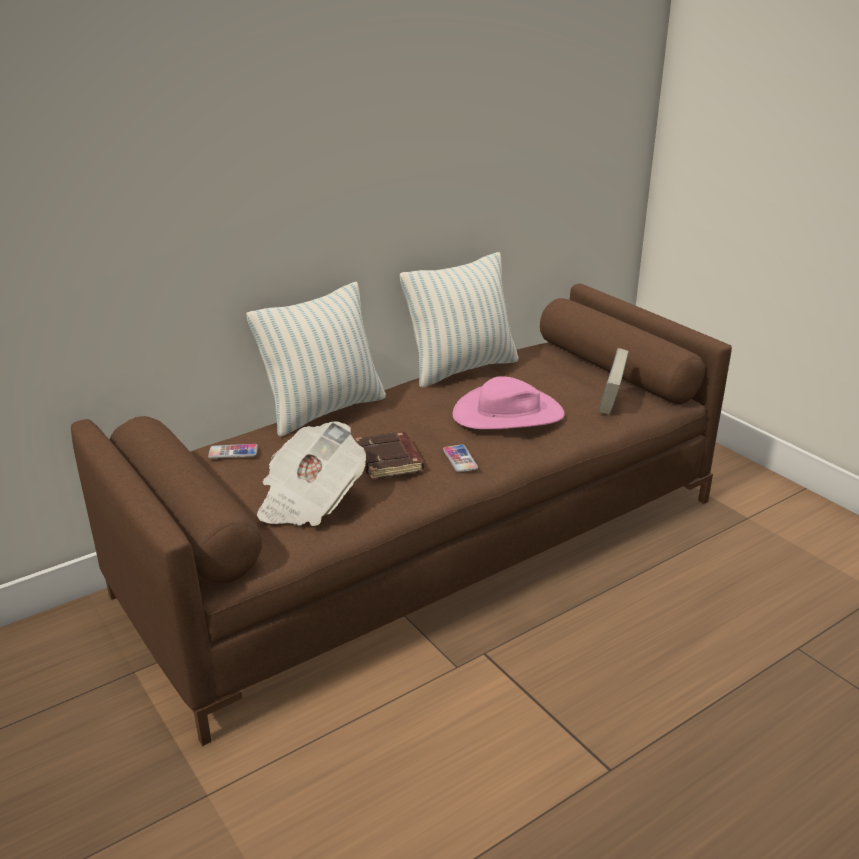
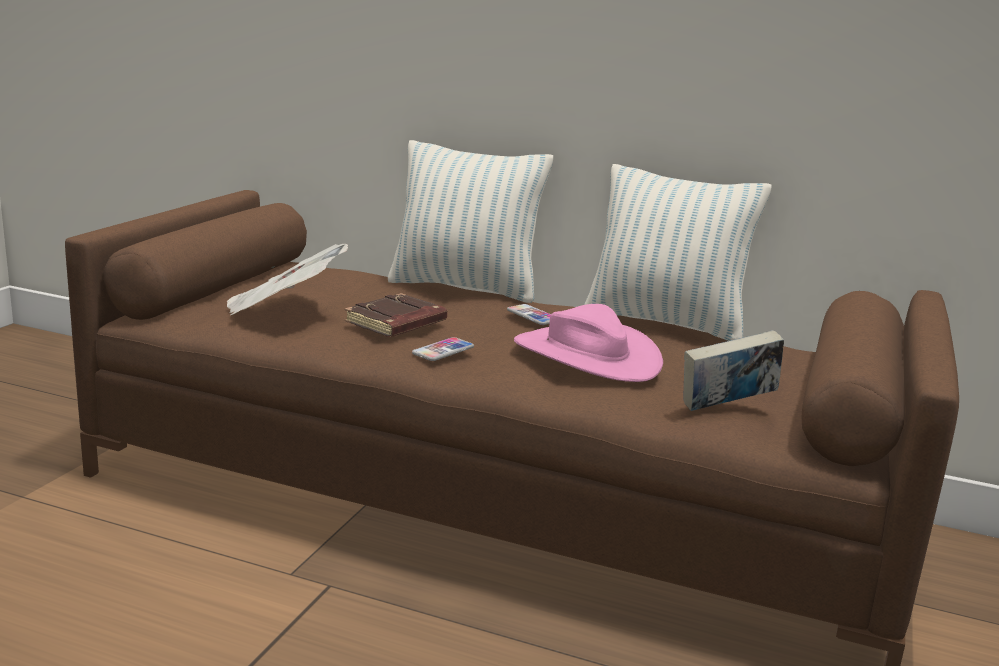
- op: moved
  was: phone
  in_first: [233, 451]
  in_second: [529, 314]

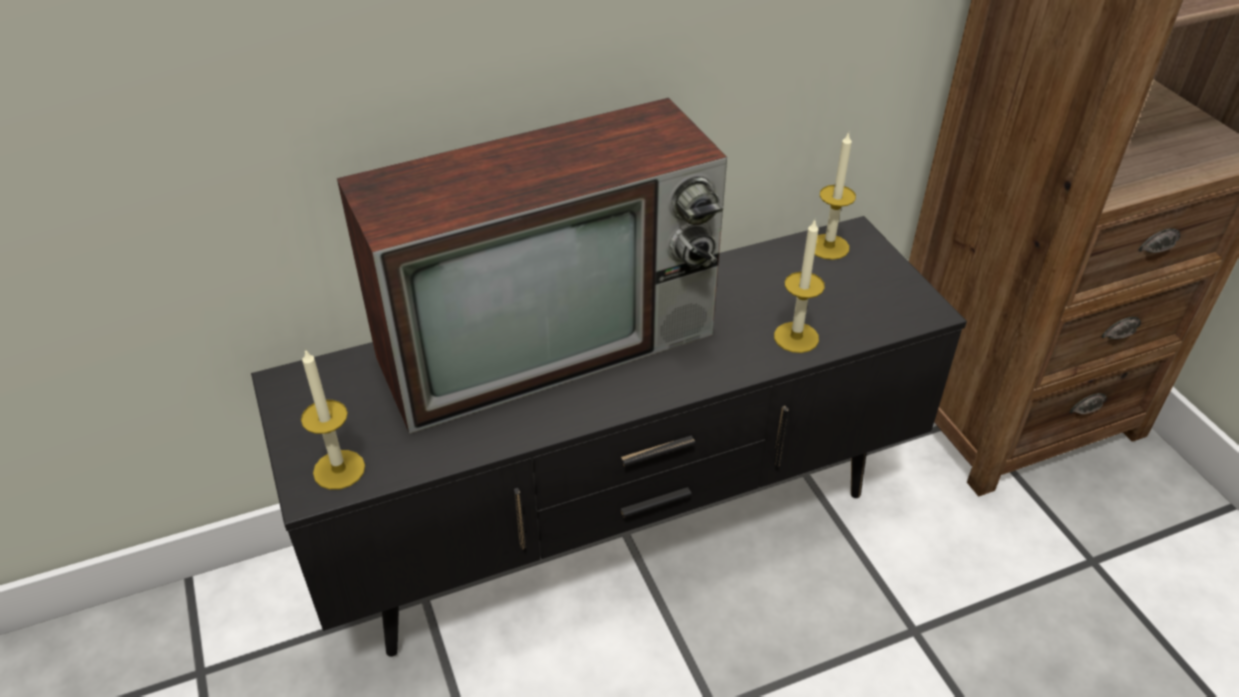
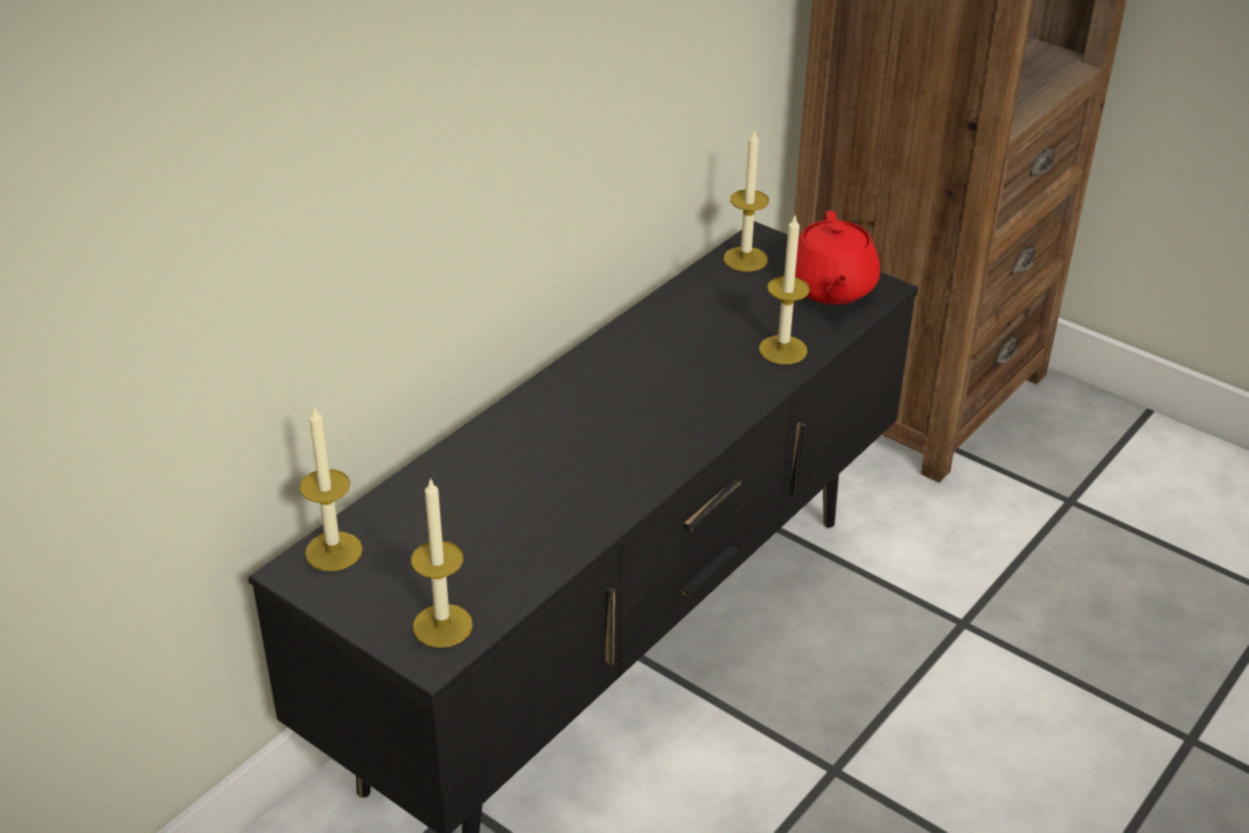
- op: removed
  was: television
  in_first: [532, 266]
- op: added
  now: candle
  in_second: [331, 488]
- op: added
  now: red teapot
  in_second: [837, 257]

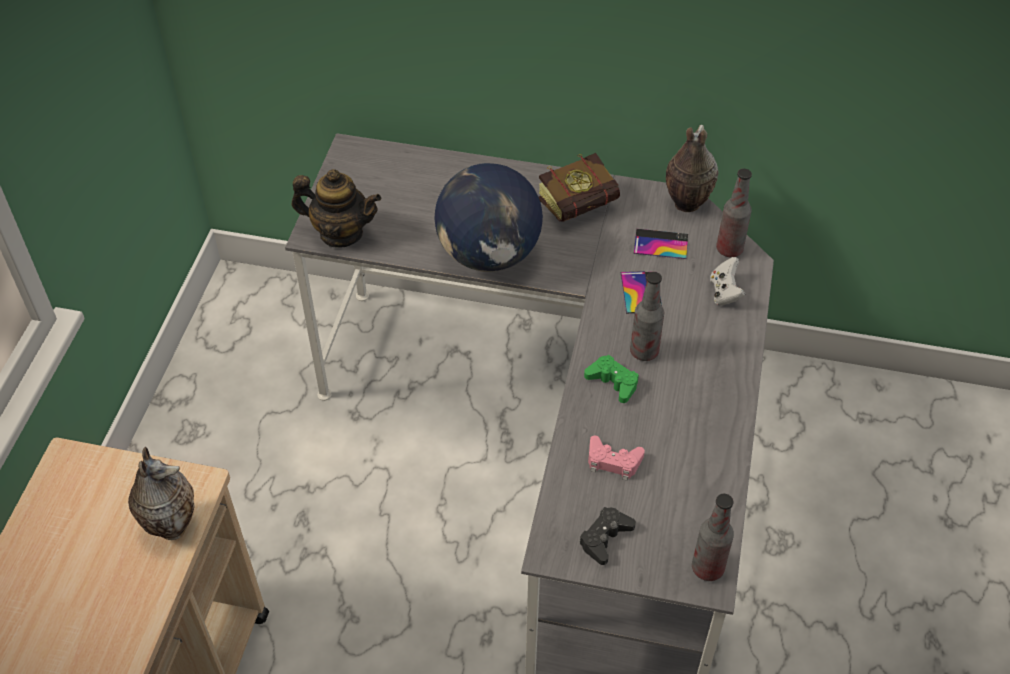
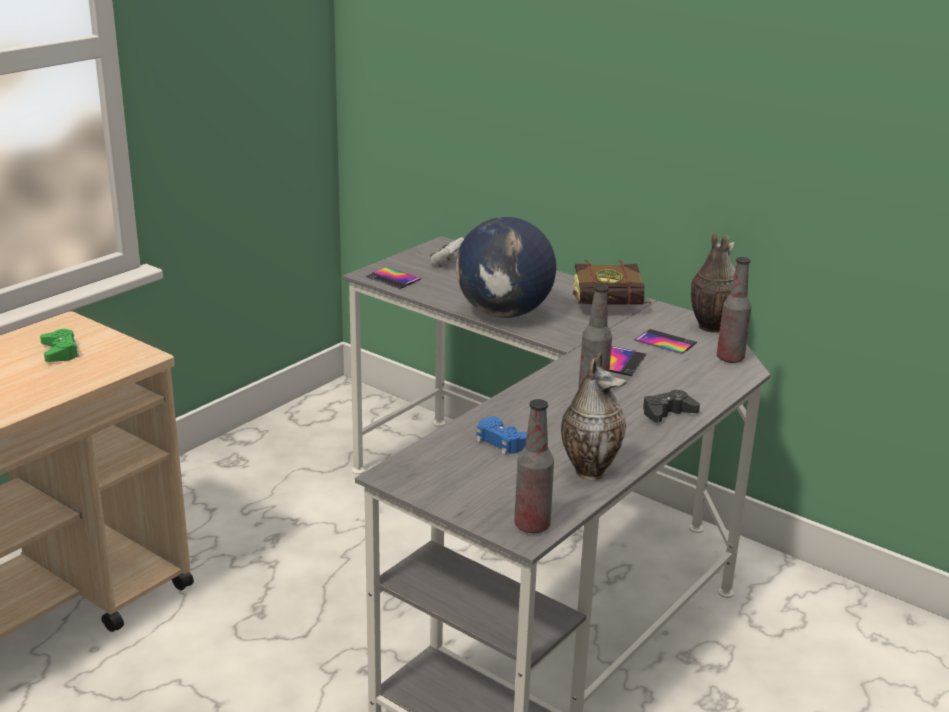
- op: moved
  was: vase
  in_first: [161, 493]
  in_second: [594, 416]
- op: moved
  was: black game controller
  in_first: [607, 536]
  in_second: [671, 406]
- op: moved
  was: green game controller
  in_first: [611, 379]
  in_second: [60, 345]
- op: moved
  was: white game controller
  in_first: [728, 281]
  in_second: [447, 252]
- op: replaced
  was: teapot
  now: phone
  in_first: [336, 208]
  in_second: [393, 278]
- op: recoloured
  was: pink game controller
  now: blue game controller
  in_first: [616, 458]
  in_second: [501, 435]

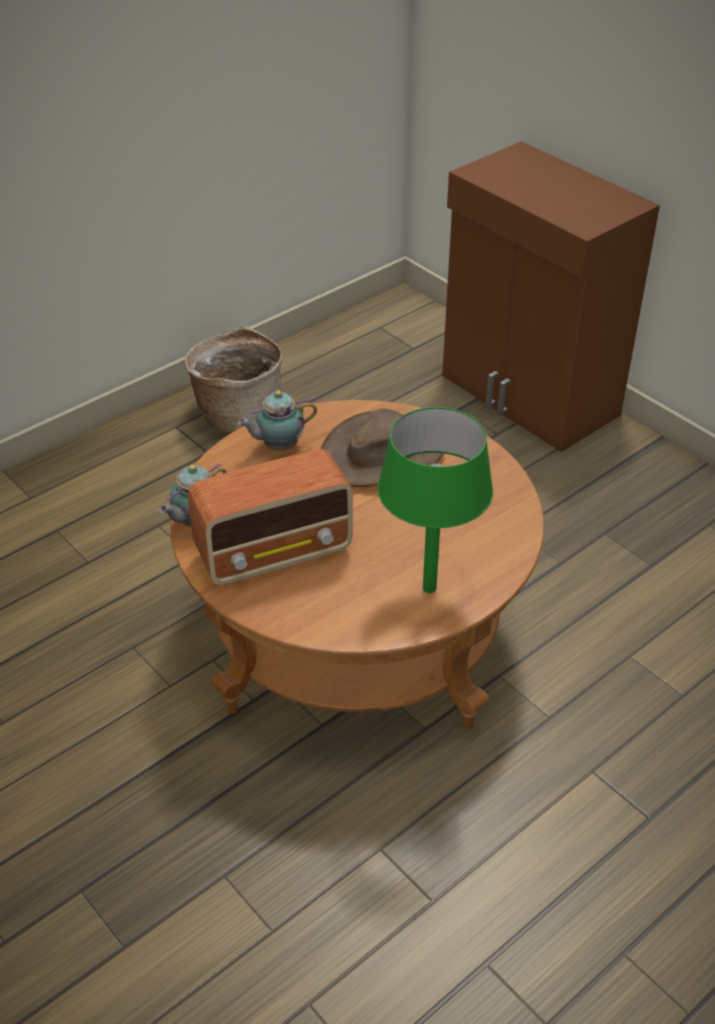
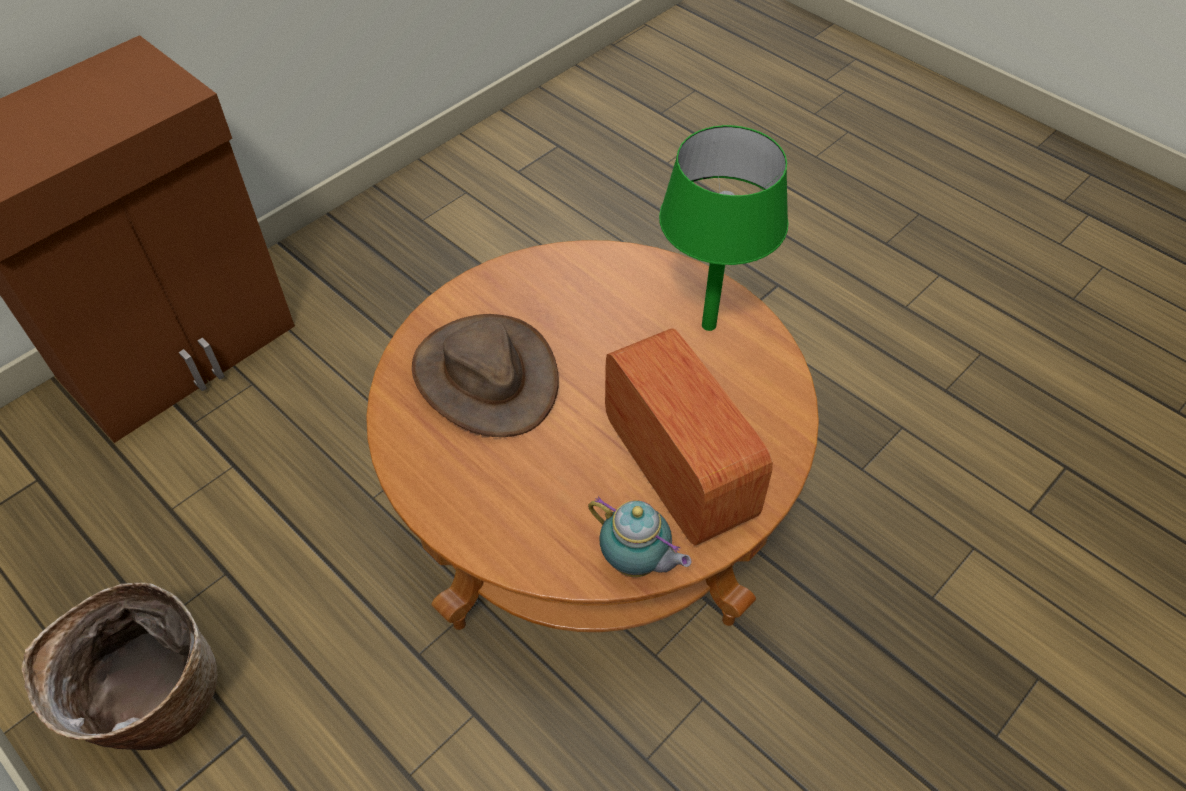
- op: removed
  was: teapot
  in_first: [277, 420]

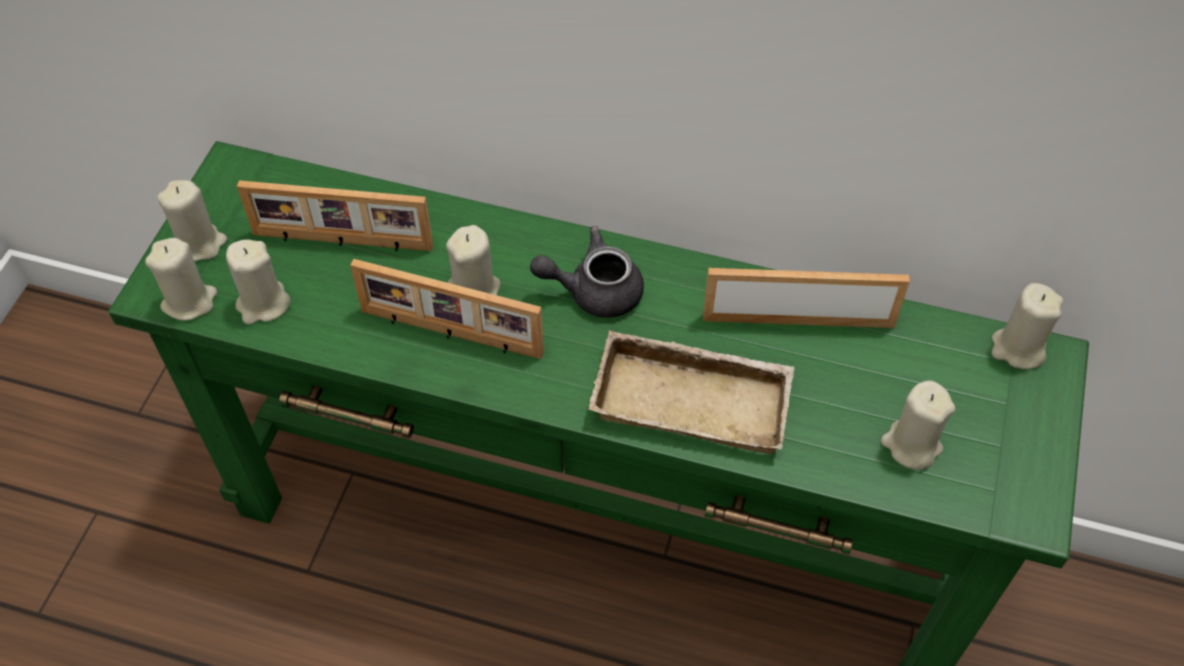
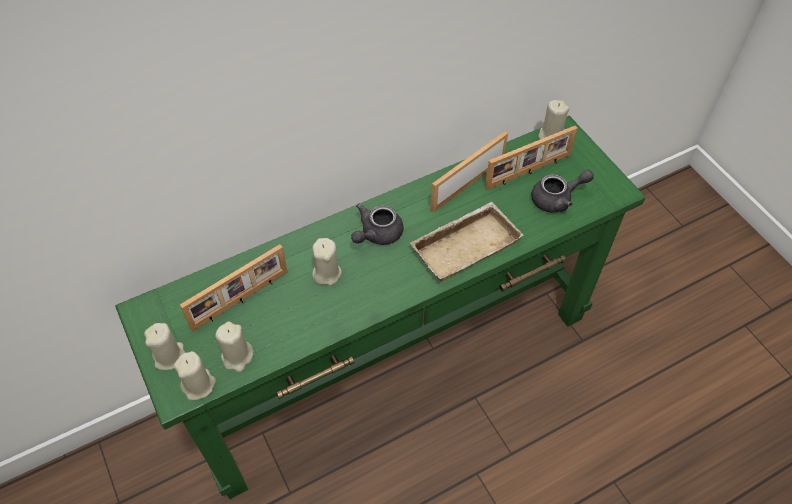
- op: moved
  was: picture frame
  in_first: [447, 309]
  in_second: [531, 158]
- op: replaced
  was: beige candle
  now: grey teapot
  in_first: [918, 425]
  in_second: [562, 191]

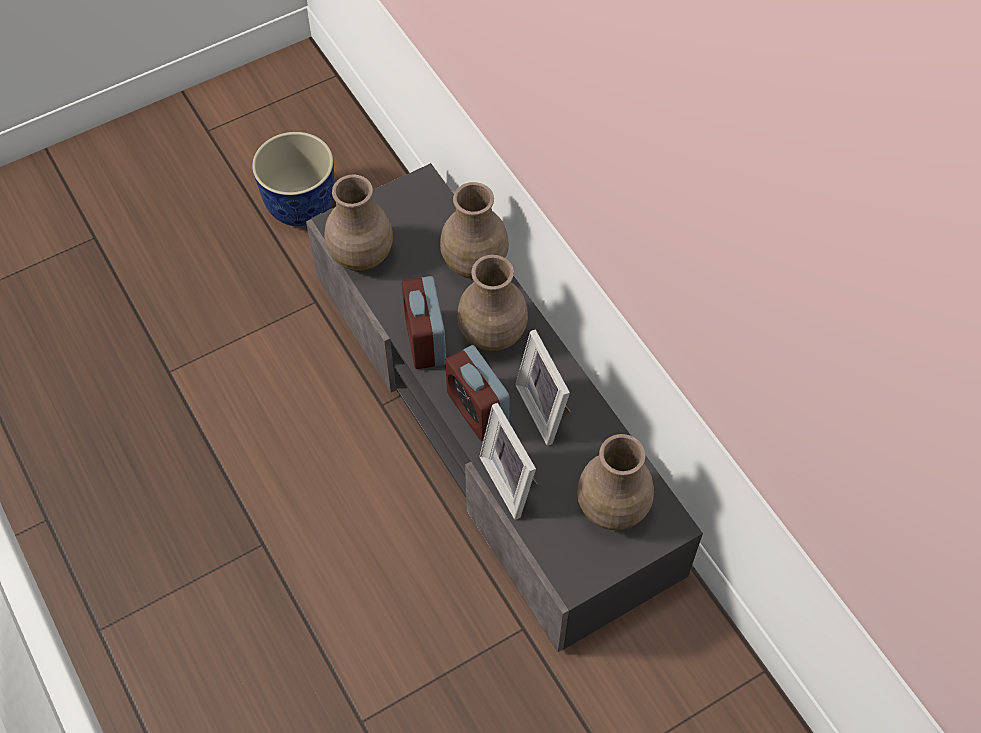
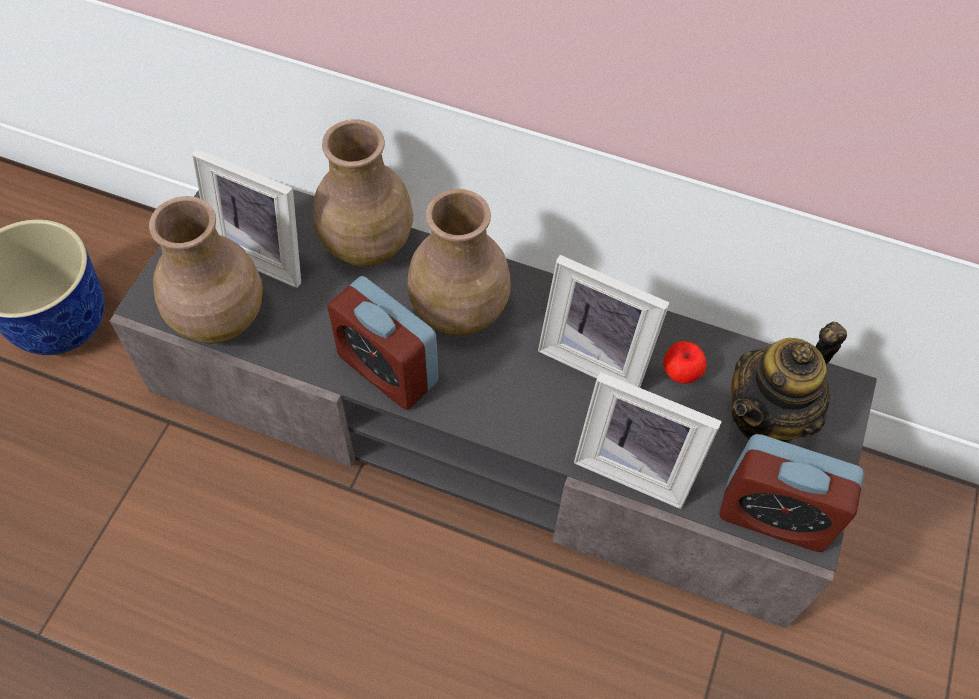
- op: added
  now: picture frame
  in_second: [246, 218]
- op: added
  now: apple
  in_second: [685, 362]
- op: moved
  was: alarm clock
  in_first: [477, 393]
  in_second: [791, 493]
- op: replaced
  was: brown vase
  now: teapot
  in_first: [615, 482]
  in_second: [788, 382]

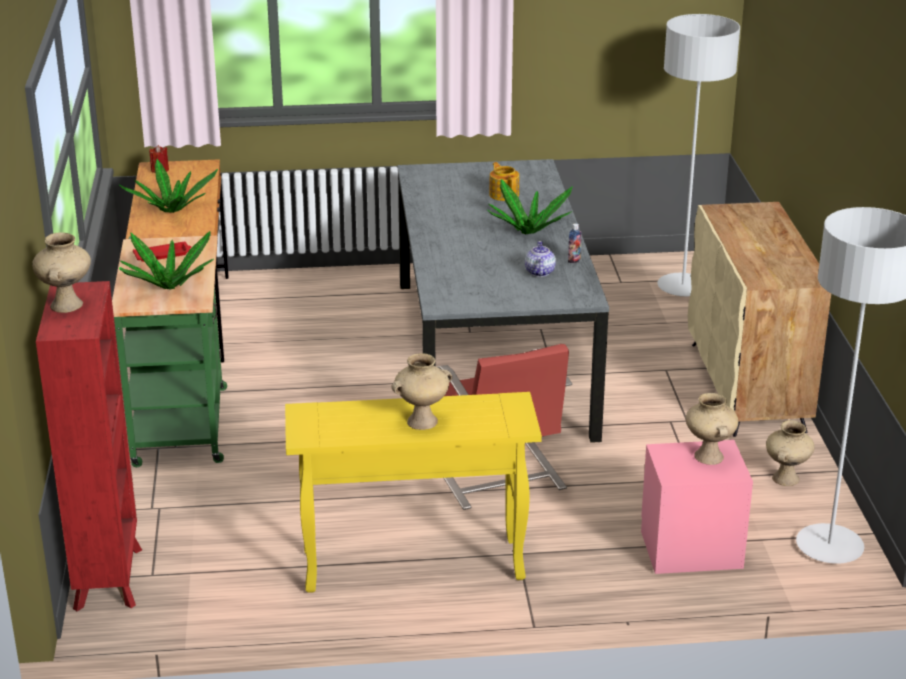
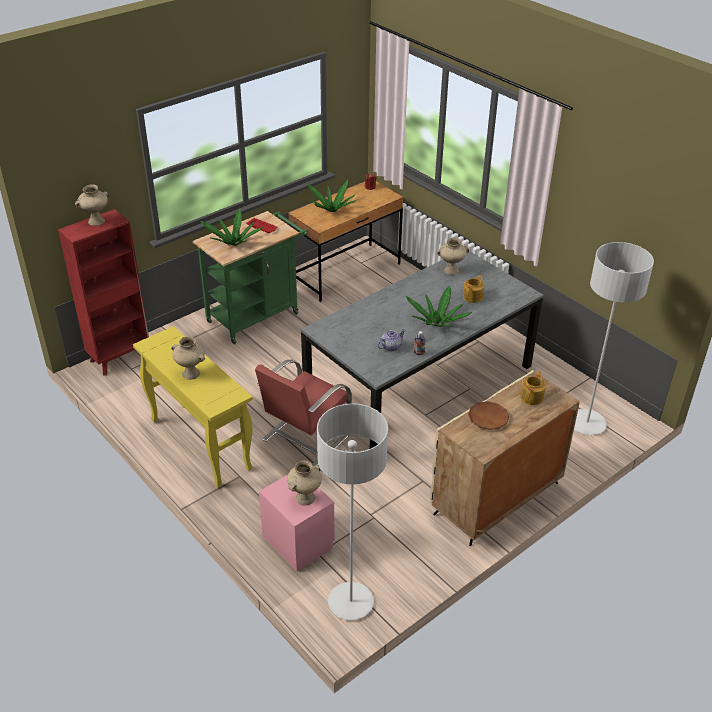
- op: added
  now: brown plate
  in_second: [488, 415]
- op: added
  now: teapot
  in_second: [533, 388]
- op: moved
  was: beige vase
  in_first: [790, 453]
  in_second: [453, 256]

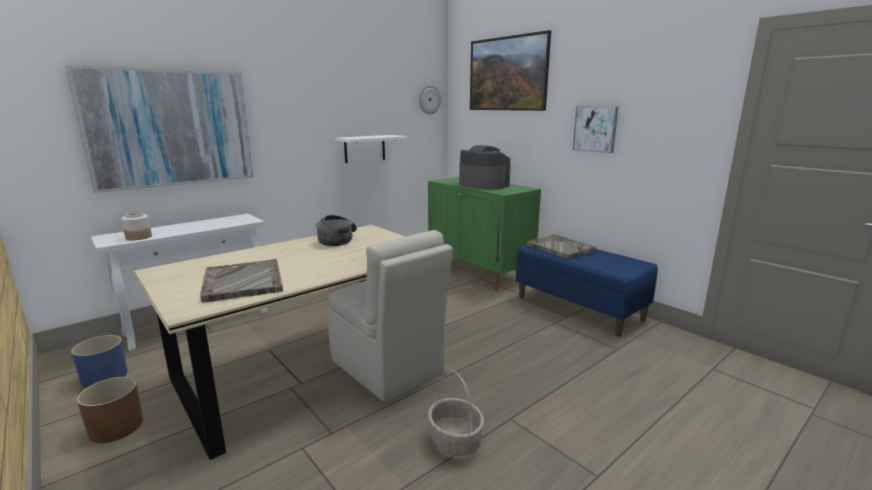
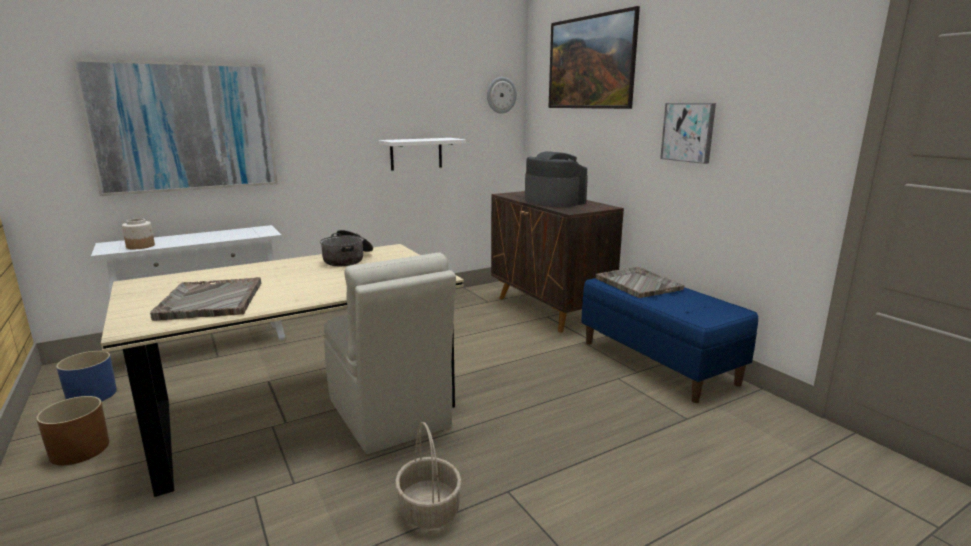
- op: recoloured
  was: green cabinet
  now: brown cabinet
  in_first: [484, 233]
  in_second: [557, 262]

